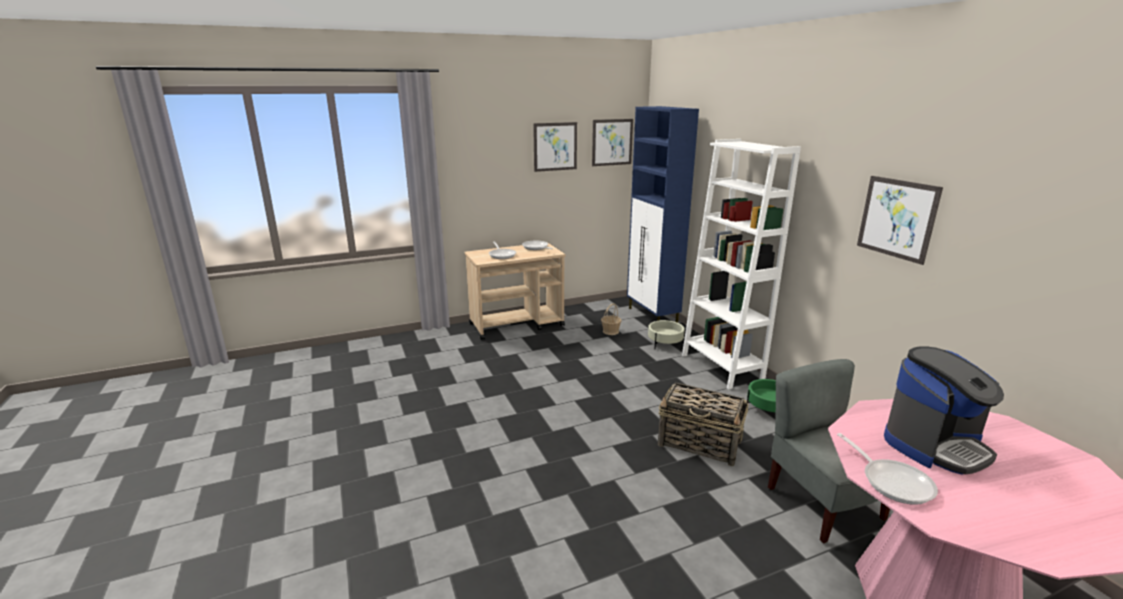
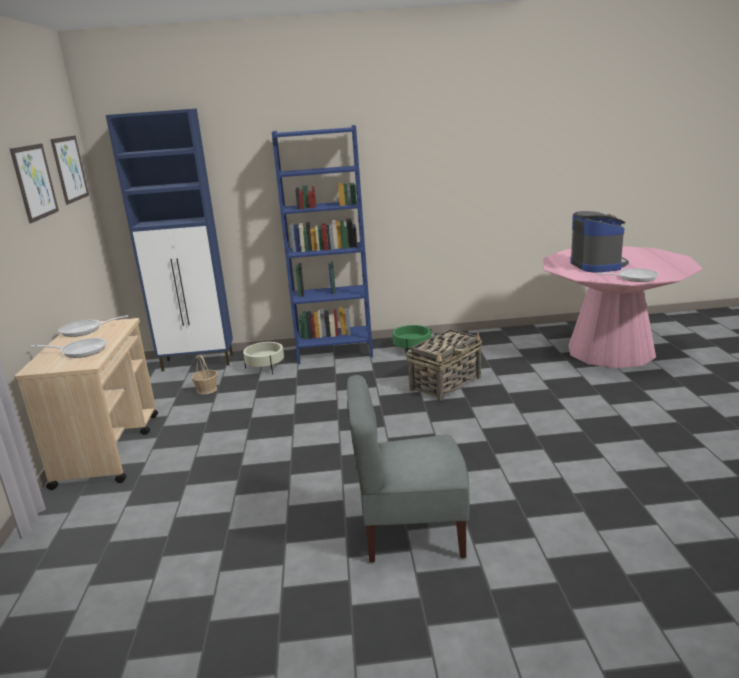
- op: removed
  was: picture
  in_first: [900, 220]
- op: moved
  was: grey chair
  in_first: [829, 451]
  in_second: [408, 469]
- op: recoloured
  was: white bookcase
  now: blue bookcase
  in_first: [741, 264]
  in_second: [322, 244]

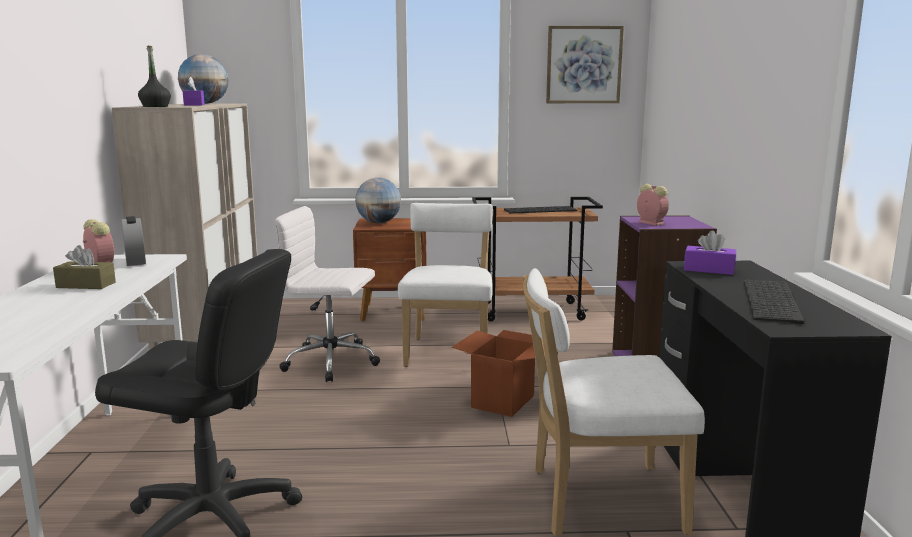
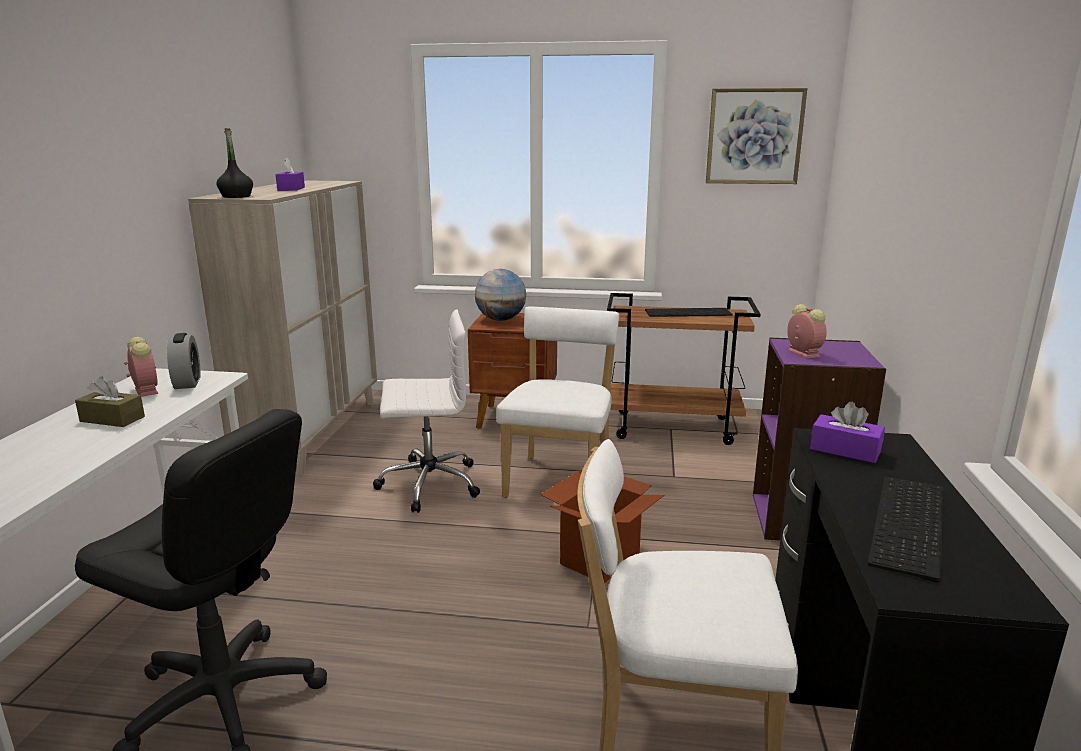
- op: removed
  was: globe
  in_first: [203, 79]
- op: turned
  was: white office chair
  in_first: [327, 294]
  in_second: [426, 411]
  clockwise: 150

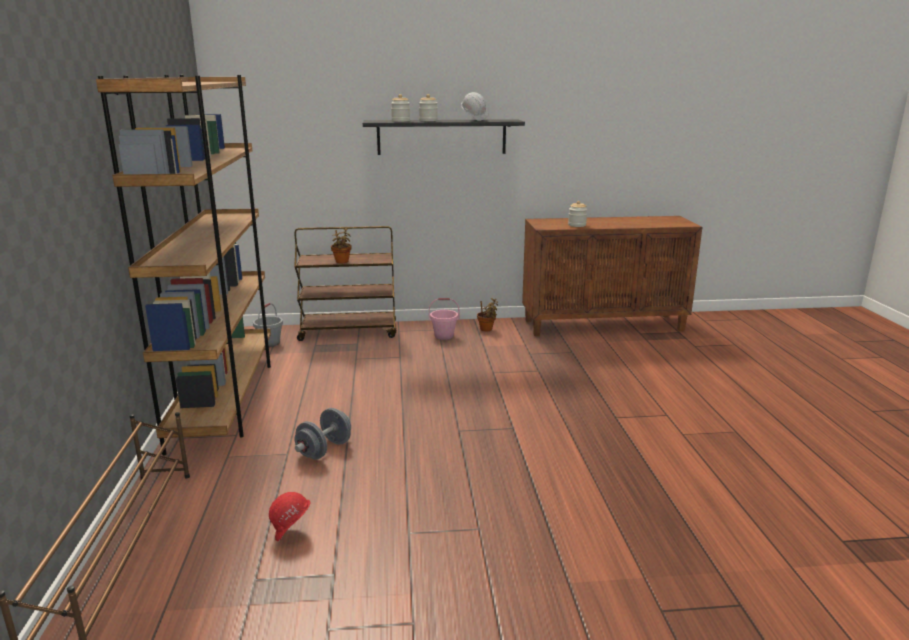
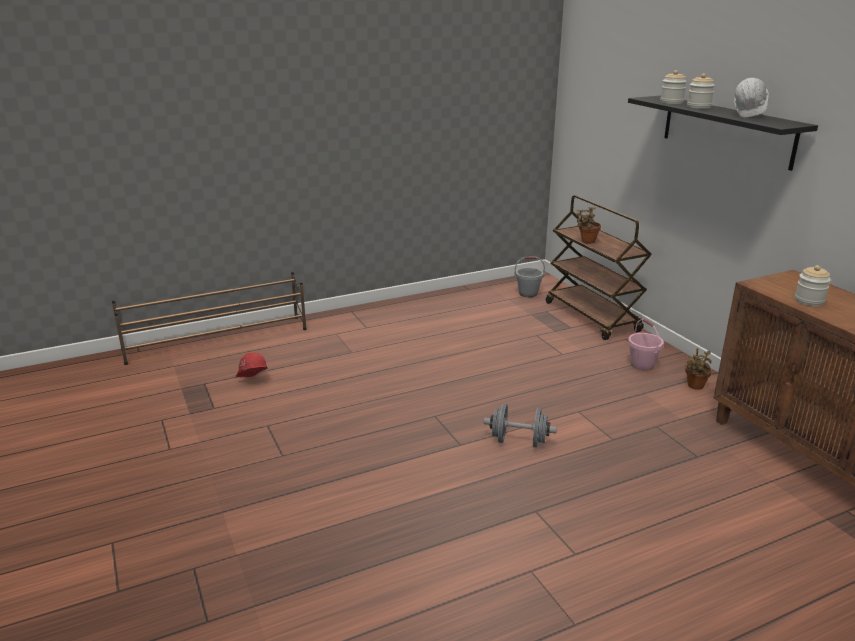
- op: removed
  was: brown bookcase
  in_first: [183, 265]
- op: moved
  was: grey dumbbell
  in_first: [322, 434]
  in_second: [520, 426]

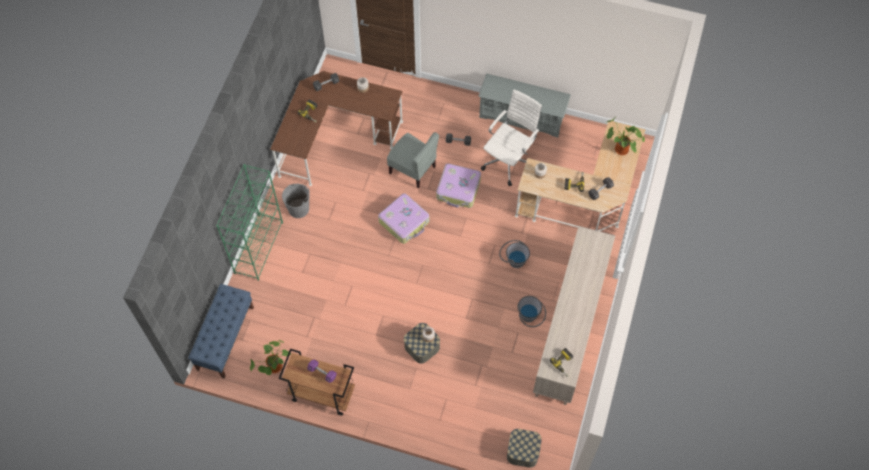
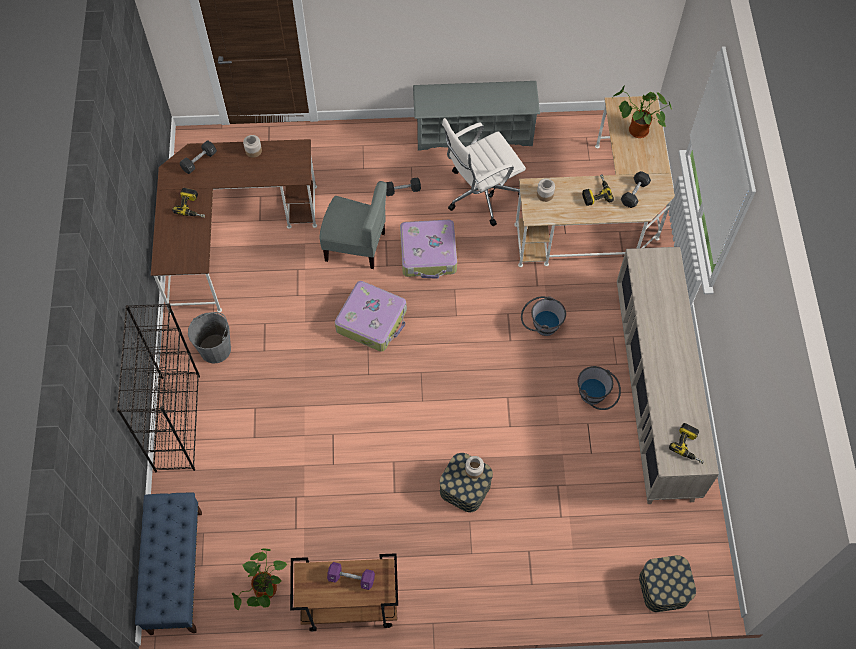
- op: recoloured
  was: green bookcase
  now: black bookcase
  in_first: [249, 222]
  in_second: [158, 387]
- op: turned
  was: white office chair
  in_first: [511, 137]
  in_second: [484, 172]
  clockwise: -135

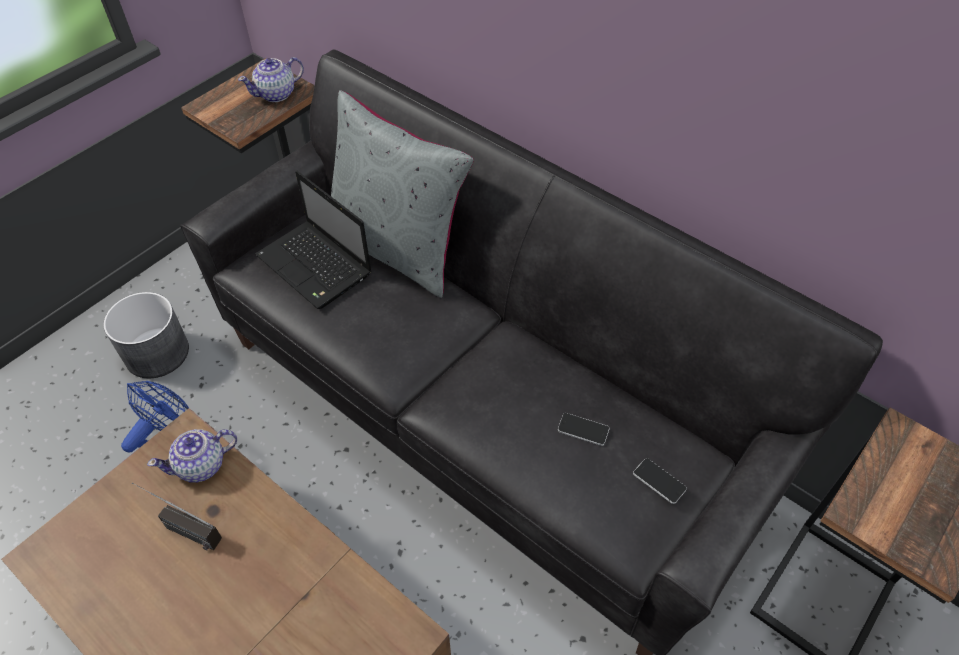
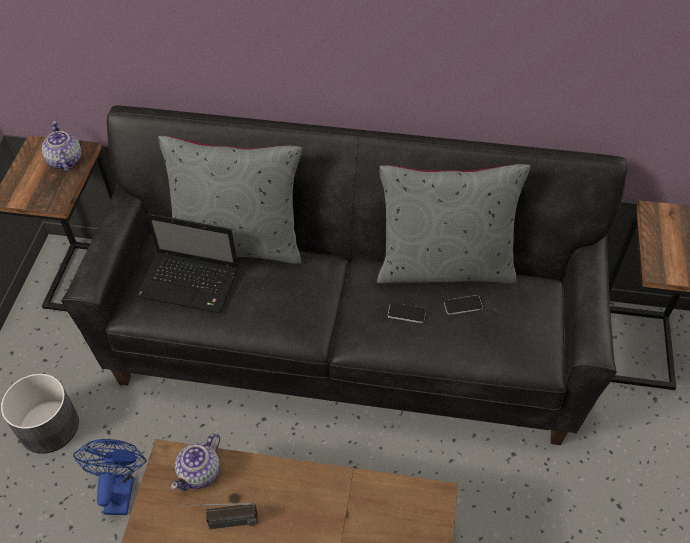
- op: added
  now: grey pillow
  in_second: [454, 223]
- op: moved
  was: phone
  in_first: [660, 481]
  in_second: [407, 313]
- op: turned
  was: teapot
  in_first: [271, 79]
  in_second: [62, 146]
  clockwise: 135

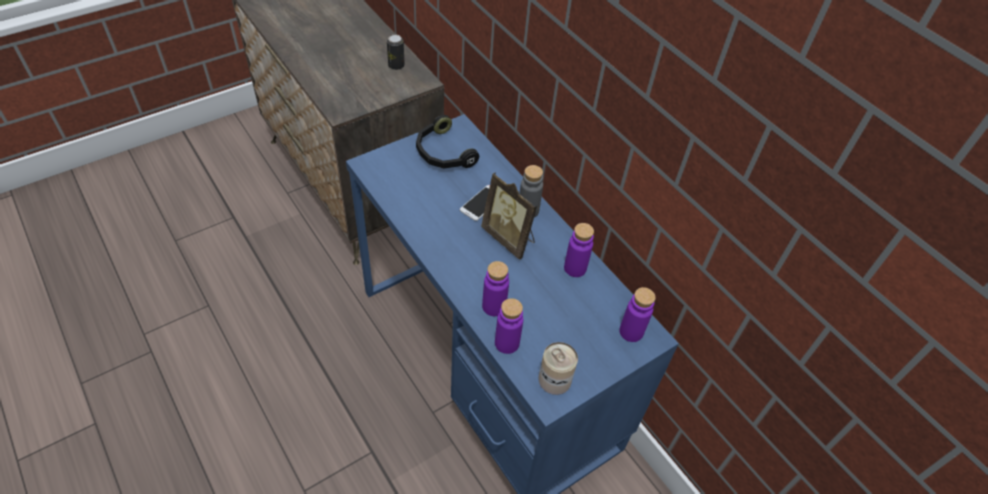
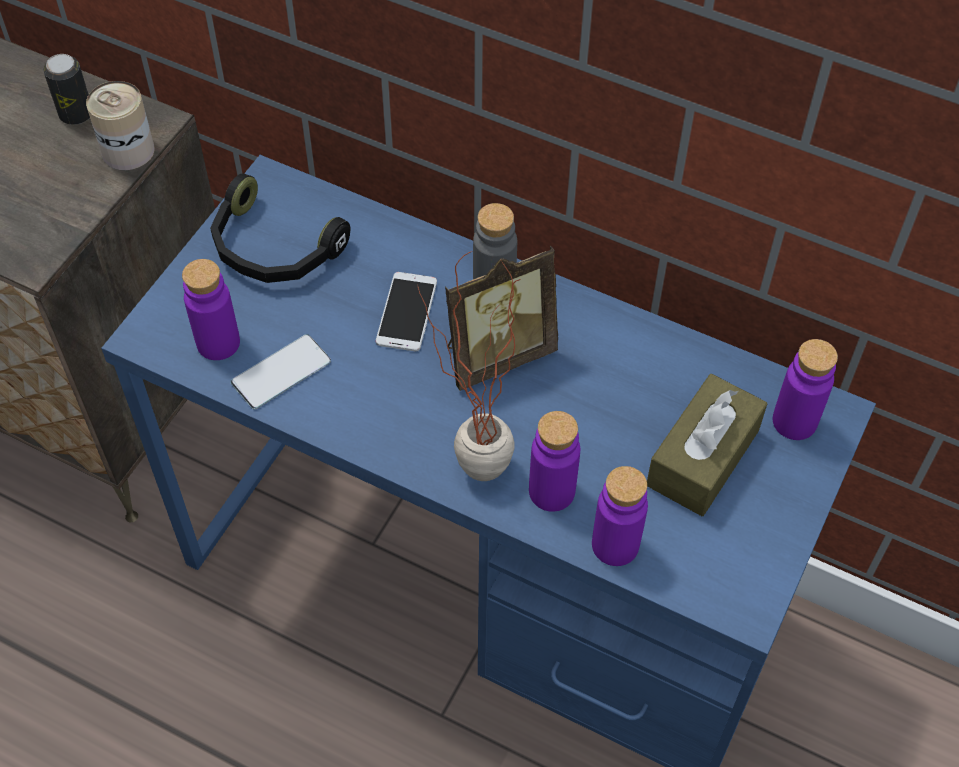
- op: added
  now: phone
  in_second: [280, 371]
- op: added
  now: potted plant
  in_second: [469, 366]
- op: added
  now: brown tissue box
  in_second: [707, 445]
- op: moved
  was: can
  in_first: [558, 368]
  in_second: [120, 125]
- op: moved
  was: purple bottle
  in_first: [579, 250]
  in_second: [211, 309]
- op: turned
  was: picture frame
  in_first: [509, 216]
  in_second: [501, 318]
  clockwise: -45

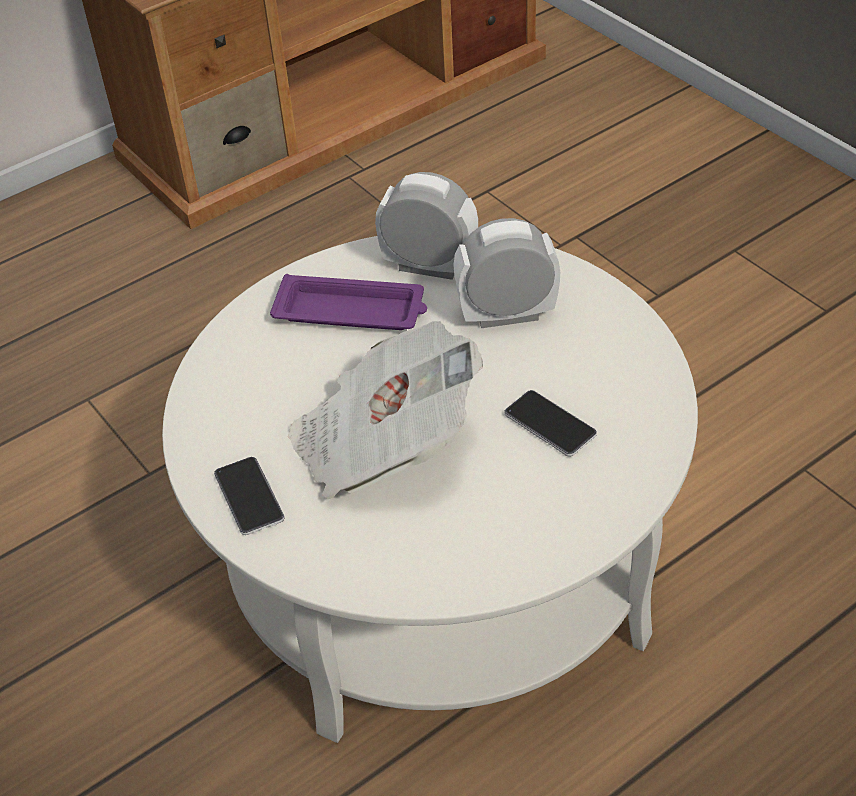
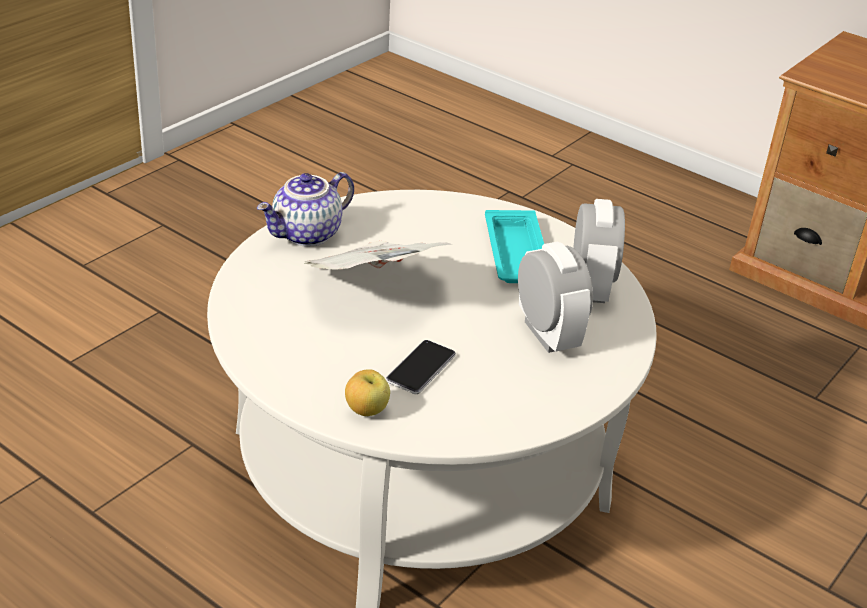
- op: added
  now: apple
  in_second: [367, 392]
- op: replaced
  was: phone
  now: teapot
  in_first: [249, 496]
  in_second: [305, 209]
- op: recoloured
  was: purple tray
  now: turquoise tray
  in_first: [348, 302]
  in_second: [514, 246]

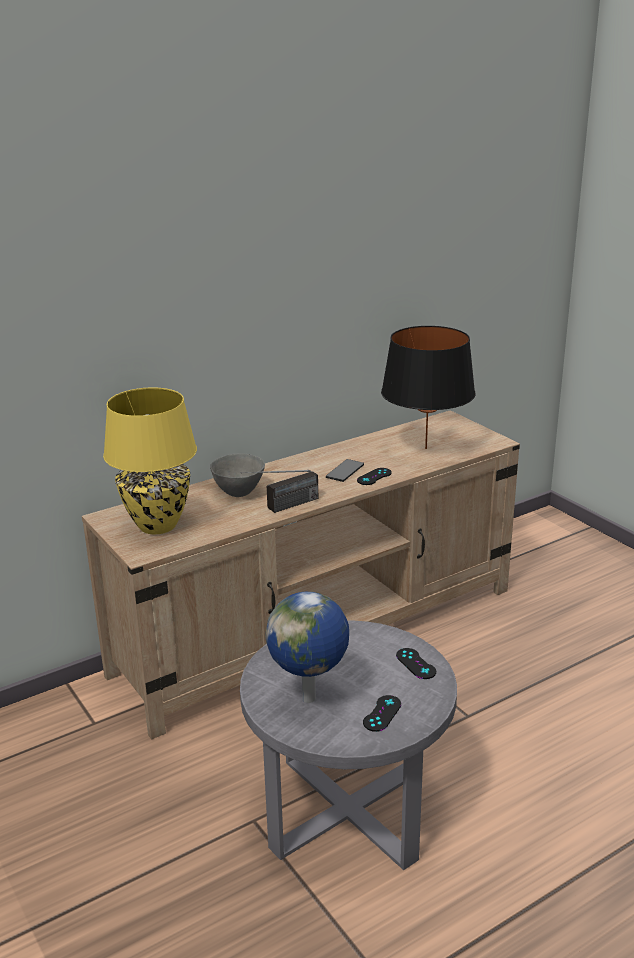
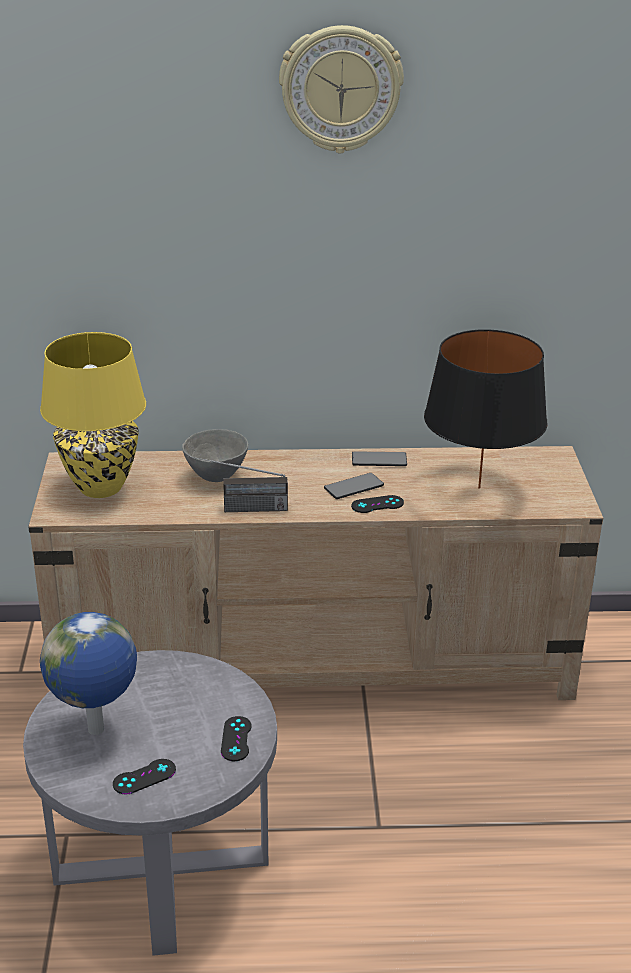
- op: added
  now: wall clock
  in_second: [341, 89]
- op: added
  now: phone
  in_second: [379, 458]

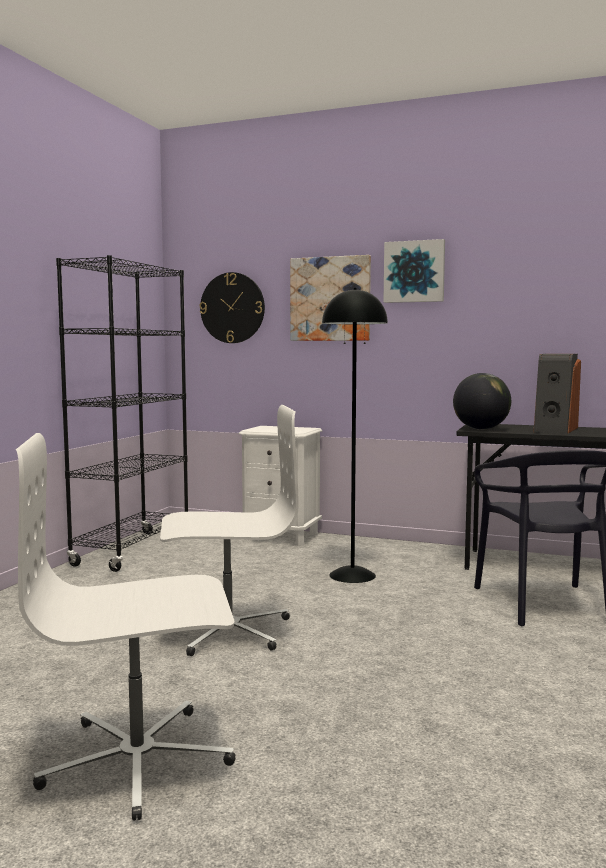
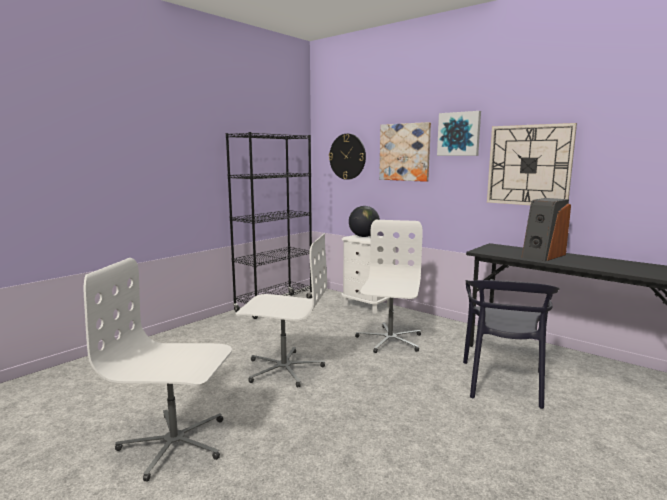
- op: added
  now: wall clock
  in_second: [532, 164]
- op: moved
  was: globe
  in_first: [482, 401]
  in_second: [364, 221]
- op: replaced
  was: black floor lamp
  now: white office chair
  in_first: [355, 435]
  in_second: [389, 286]

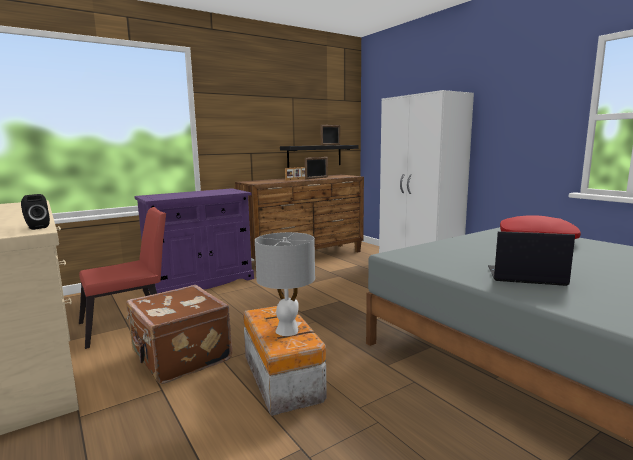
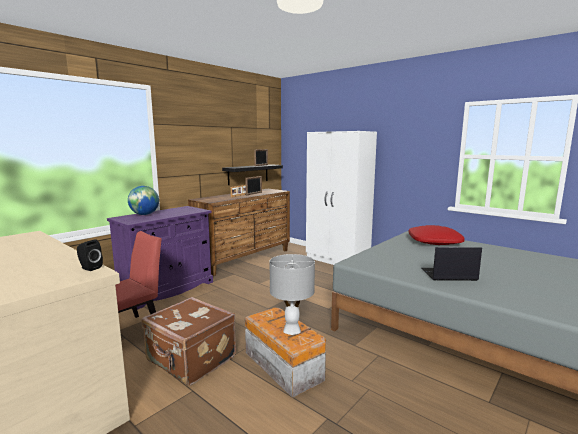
- op: added
  now: globe
  in_second: [143, 200]

